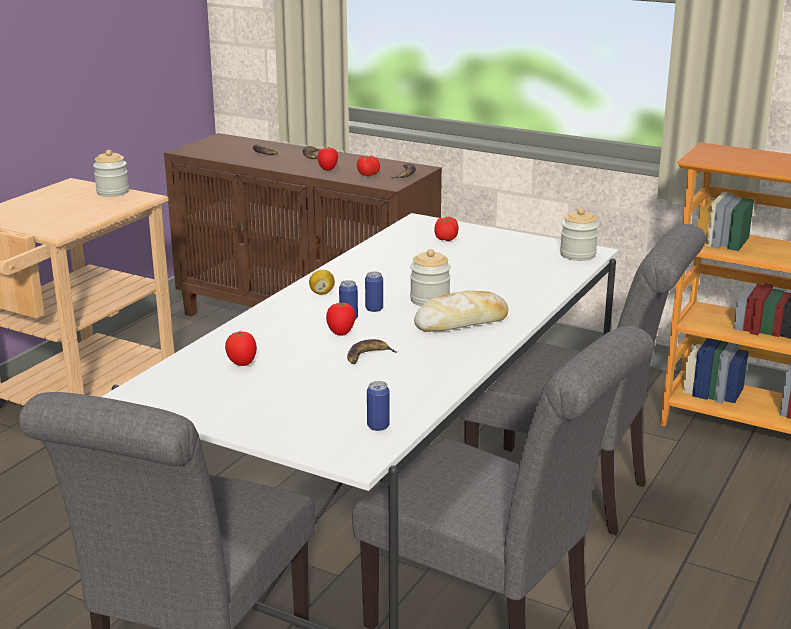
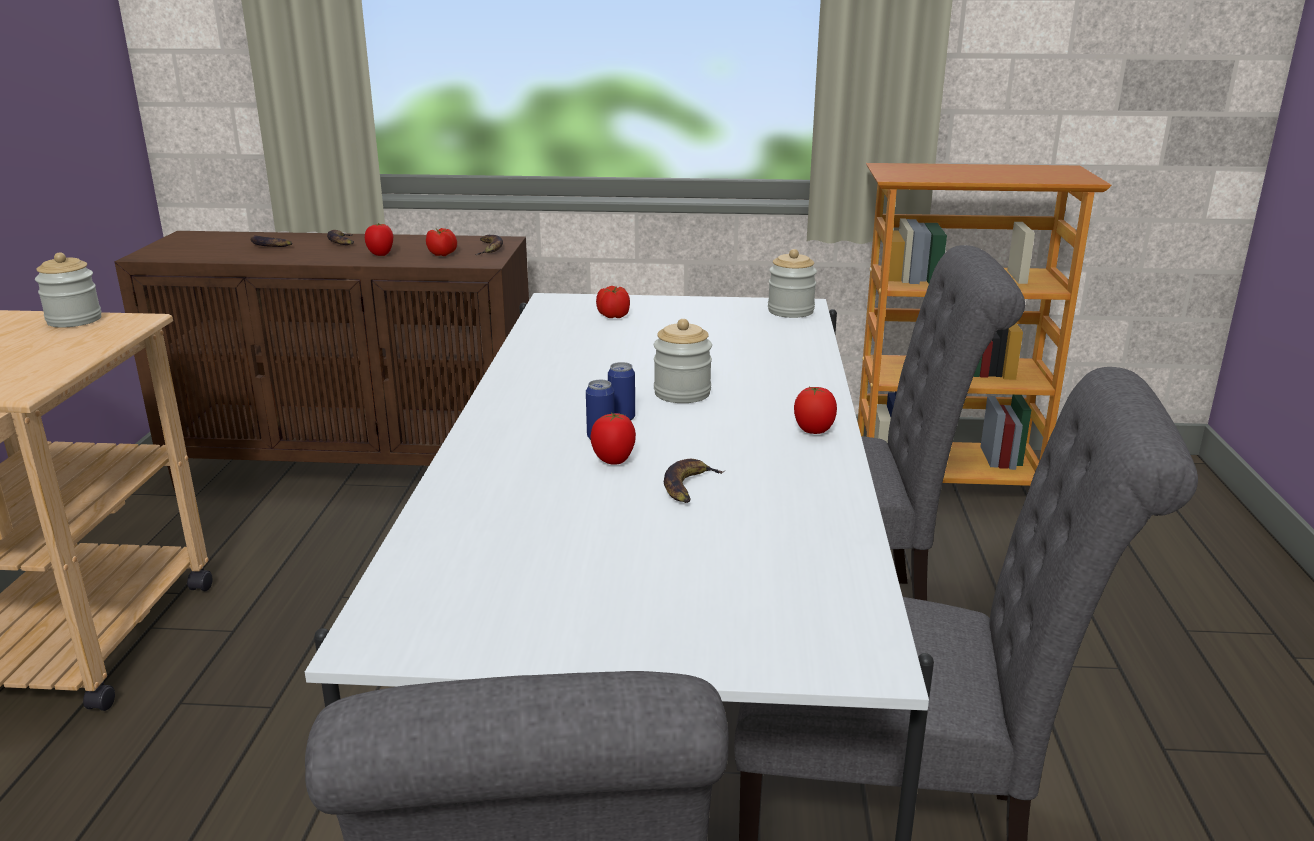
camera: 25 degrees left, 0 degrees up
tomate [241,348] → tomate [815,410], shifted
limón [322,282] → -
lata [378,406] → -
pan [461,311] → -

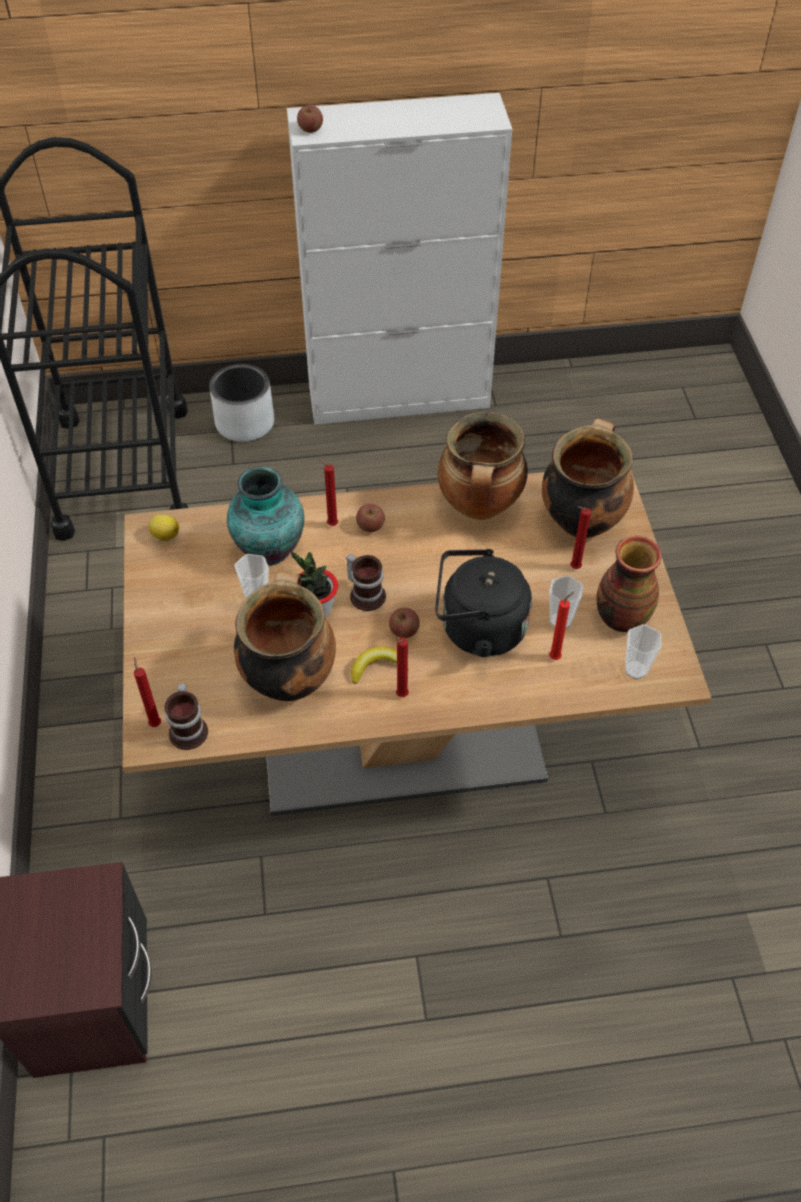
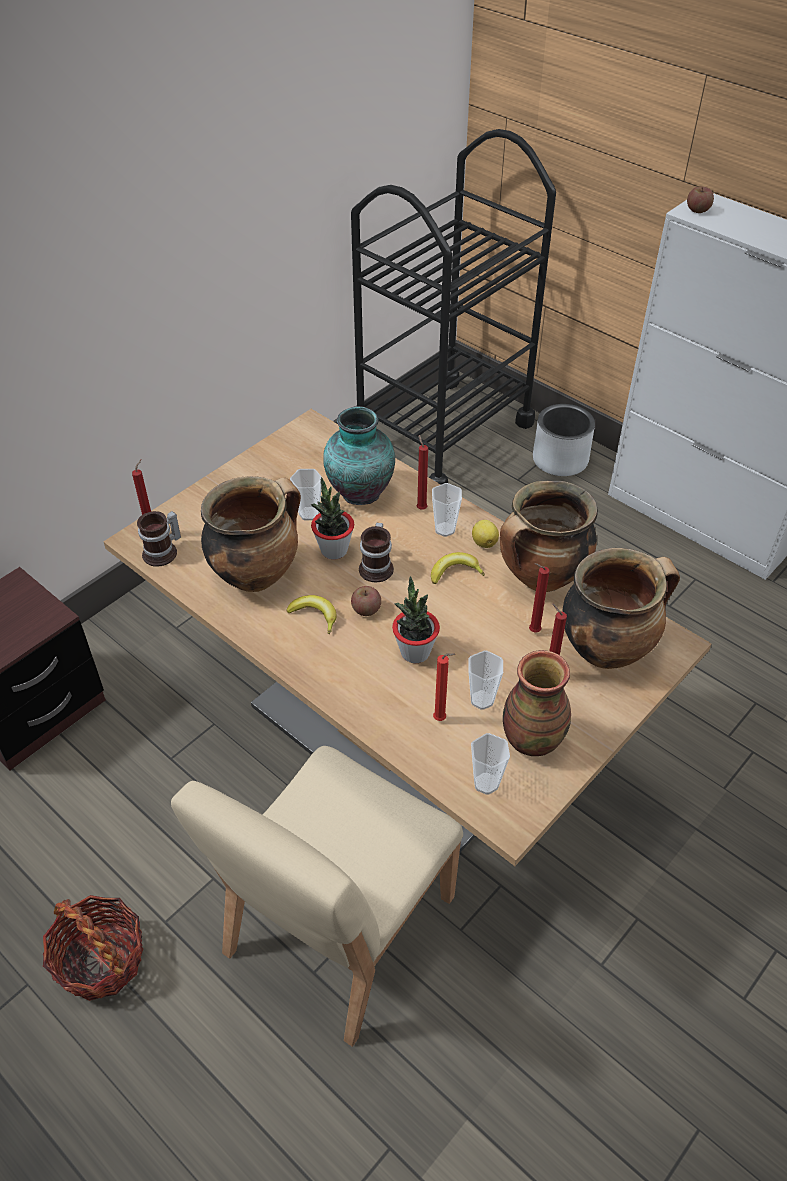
camera: 50 degrees right, 5 degrees down
- → cesta [93,948]
- → silla (beis) [317,896]
hervidor (negro) [483,603] → planta en maceta [416,619]
- → plátano [458,568]
manzana [370,518] → taza [447,510]
limón [163,527] → limón [485,534], shifted
vela (rojo) [402,667] → vela (rojo) [539,598], shifted

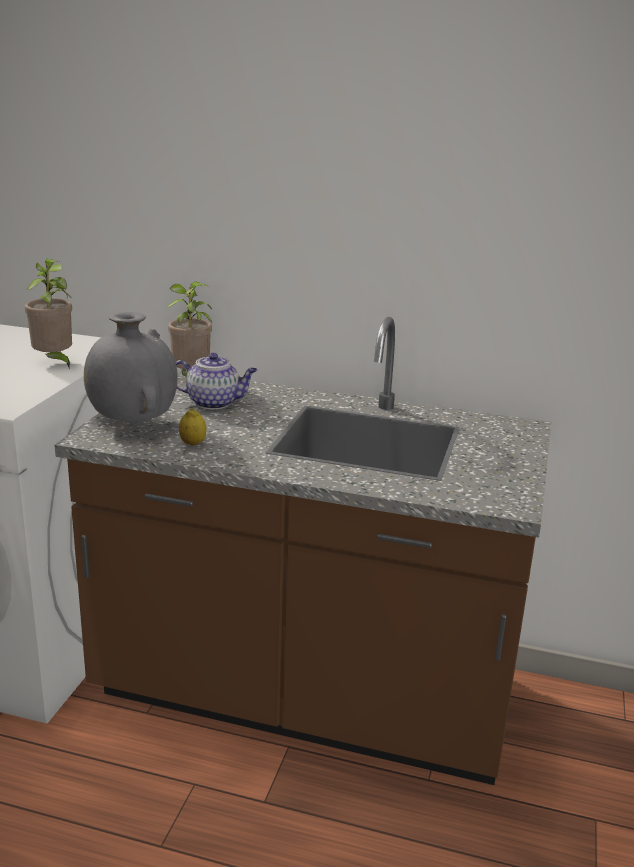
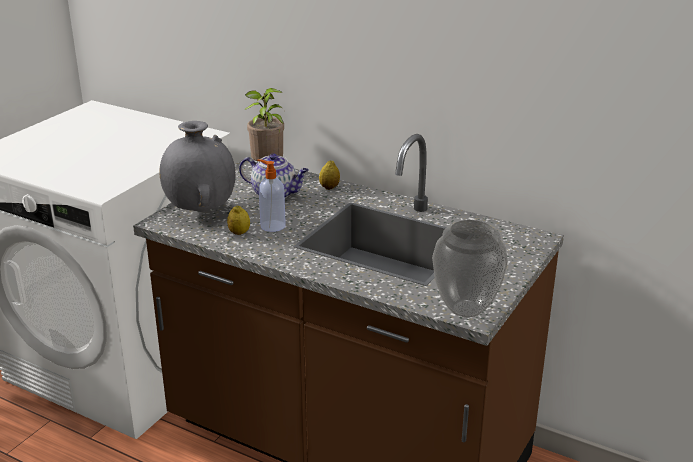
camera: 15 degrees right, 5 degrees up
- → dispensador de jabón [271,195]
- → limón [329,175]
- → florero [470,268]
planta en maceta [48,312] → -

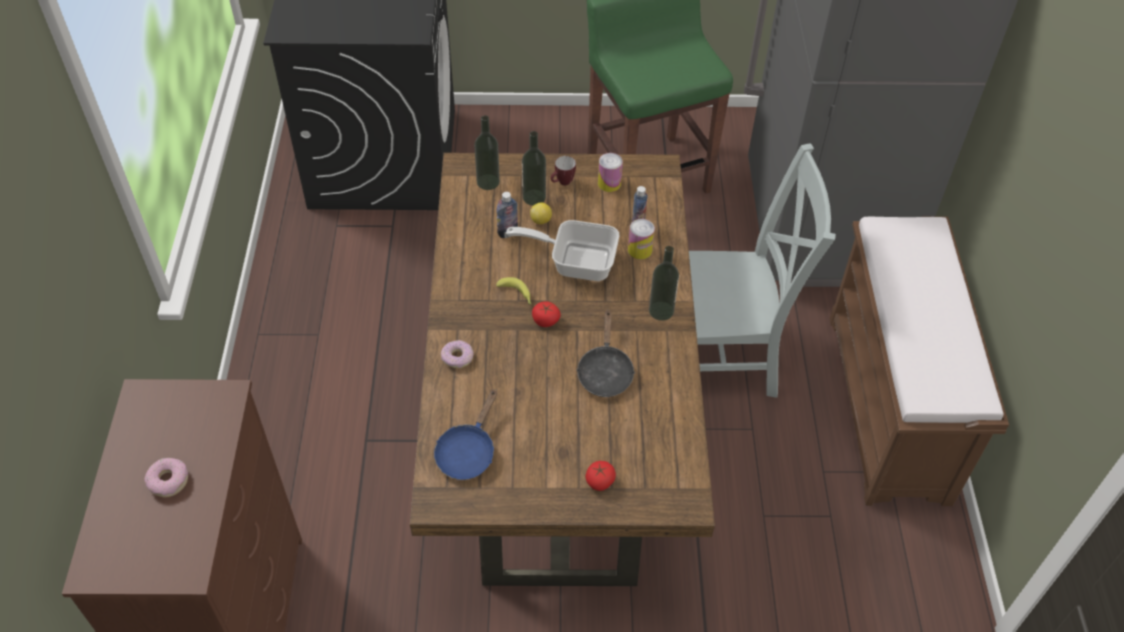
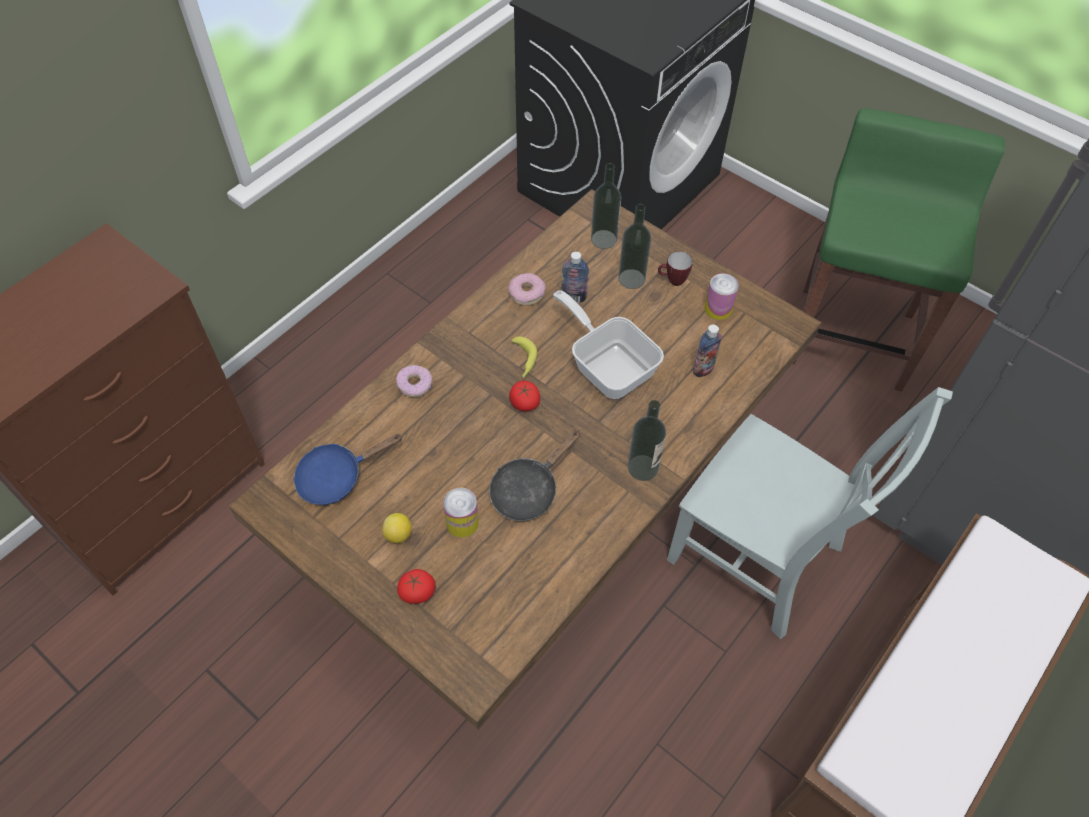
camera: 40 degrees right, 5 degrees up
limón [541,213] → limón [397,528], shifted
lata [641,239] → lata [461,512], shifted
rosquilla [166,478] → rosquilla [527,289], shifted

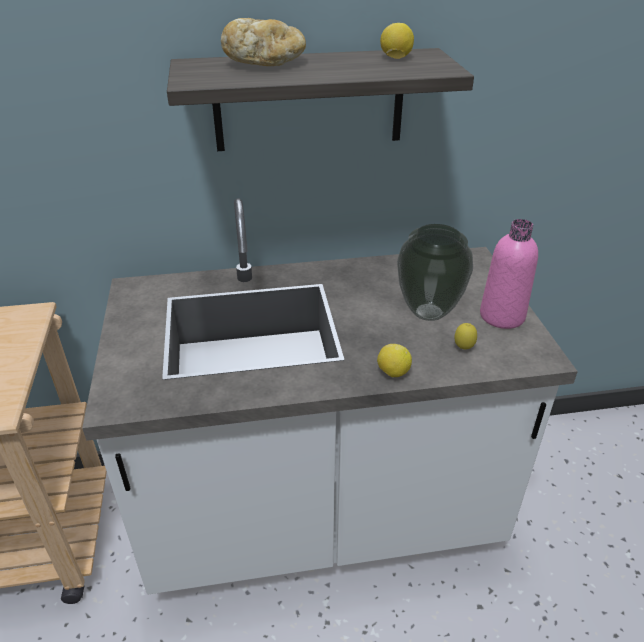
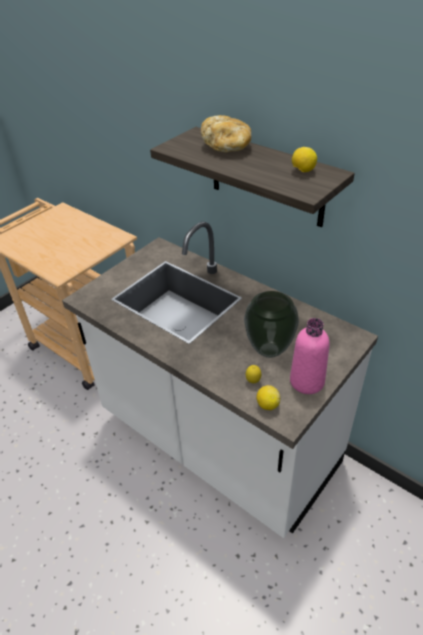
camera: 50 degrees right, 5 degrees up
limón [394,360] → limón [268,397], shifted

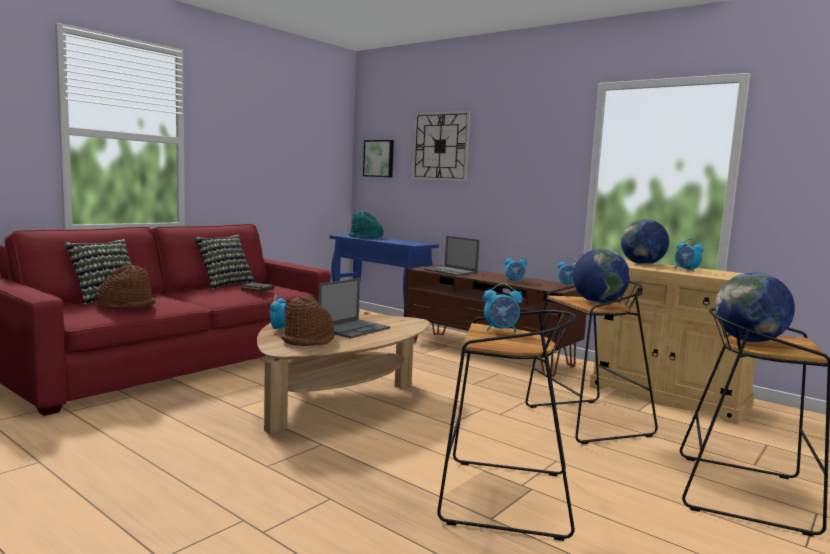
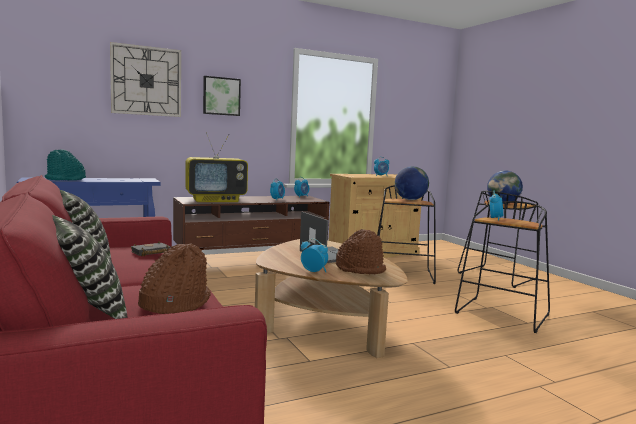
camera: 65 degrees left, 0 degrees up
portátil [451,256] → televisor [216,167]
cuadro [378,159] → cuadro [222,96], shifted
globo terráqueo [645,242] → -

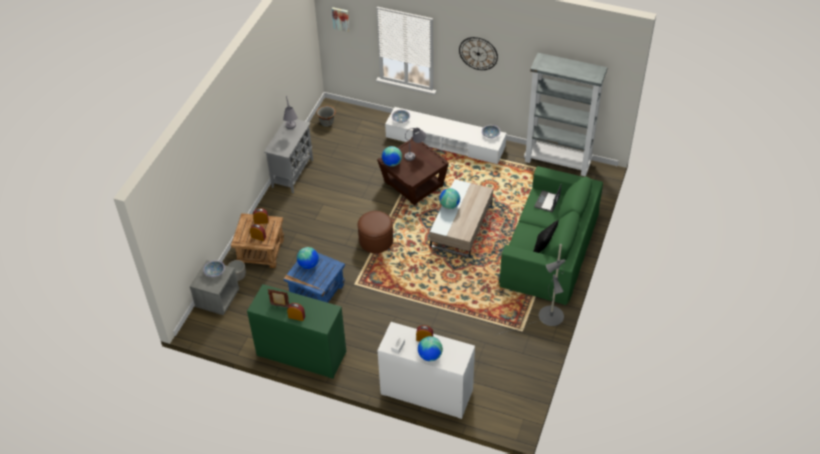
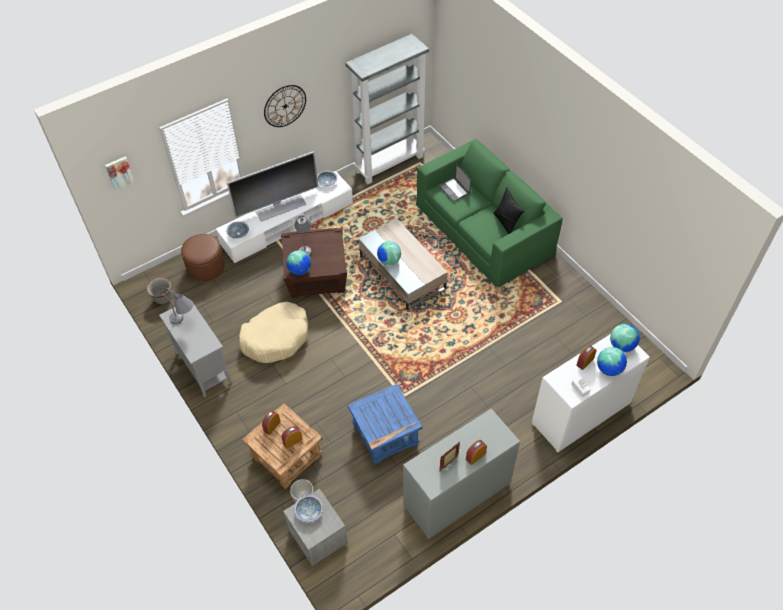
camera: 55 degrees left, 5 degrees up
puf (marrón) [375,232] → puf (marrón) [203,257], shifted
- → televisor [272,186]
- → cama para perro (beis) [273,332]
cómoda (verde) [296,331] → cómoda (gris) [461,473]
globo terráqueo [308,258] → globo terráqueo [625,338], shifted
lámpara de pie (gris) [530,289] → -

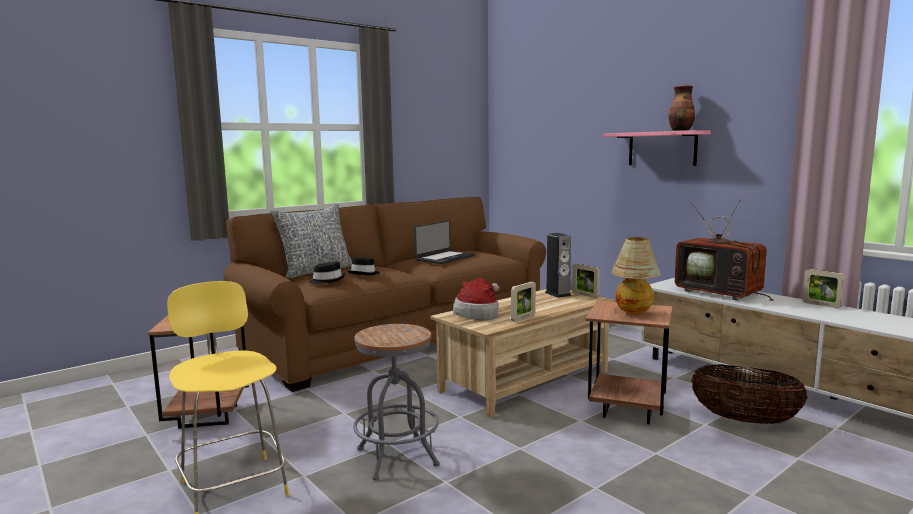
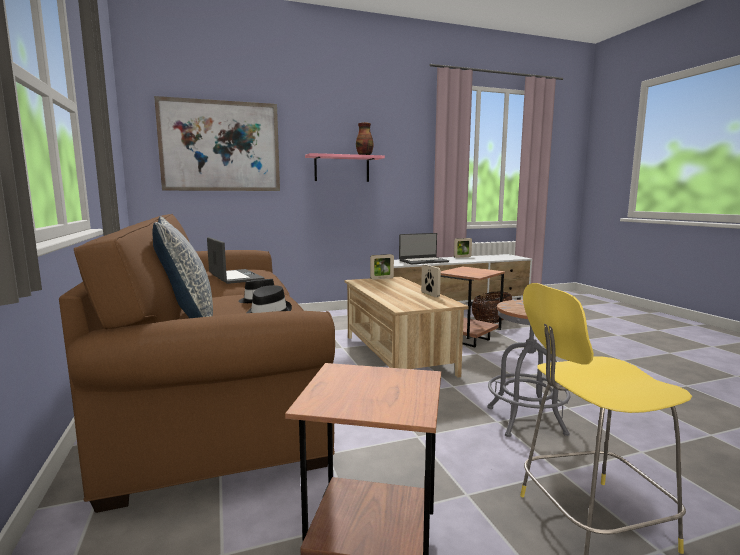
camera: 70 degrees left, 0 degrees up
- → cuadro [217,143]
televisor [724,249] → portátil [424,248]
sombrero [476,299] → -
altavoz [558,265] → -
lámpara de mesa [636,276] → -

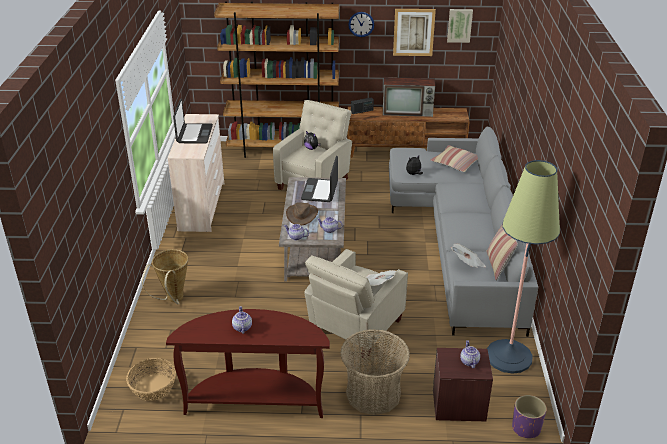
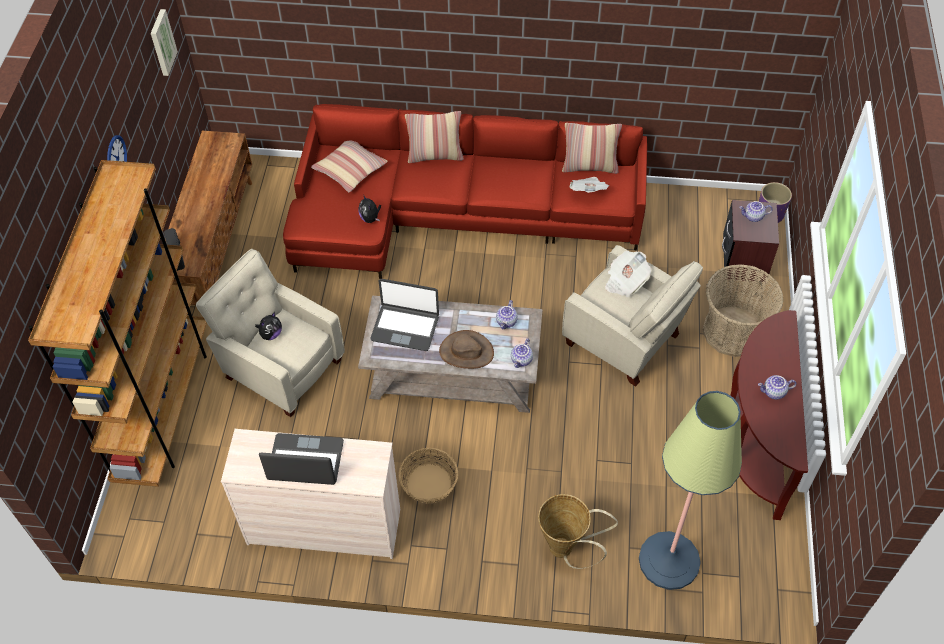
camera: 85 degrees left, 20 degrees up
sofá (gris) [463,232] → sofá (rojo) [465,191]
cesta [151,379] → cesta [428,476], shifted
- → cojín [434,137]
lámpara de pie [523,267] → lámpara de pie [690,490], shifted
televisor [409,97] → -
cuadro [414,32] → -

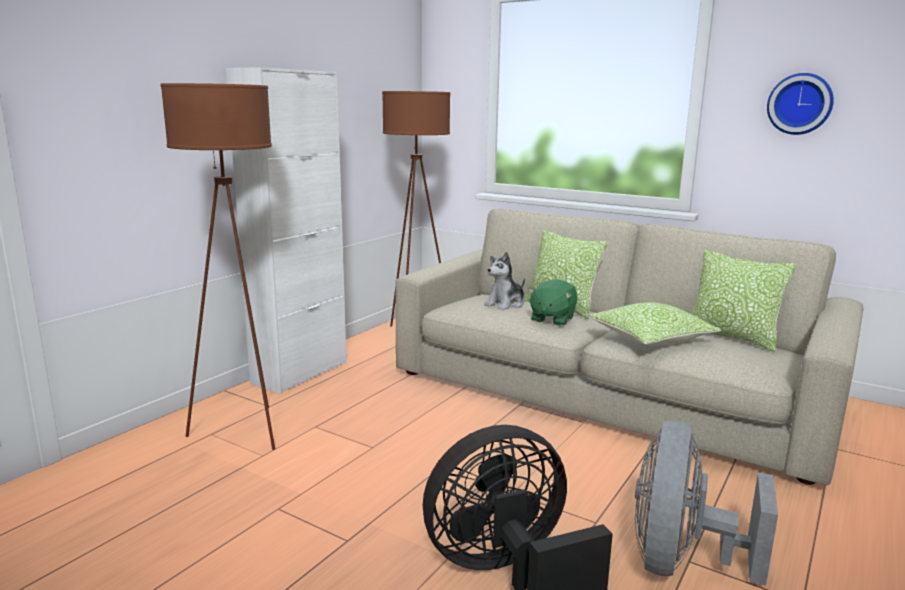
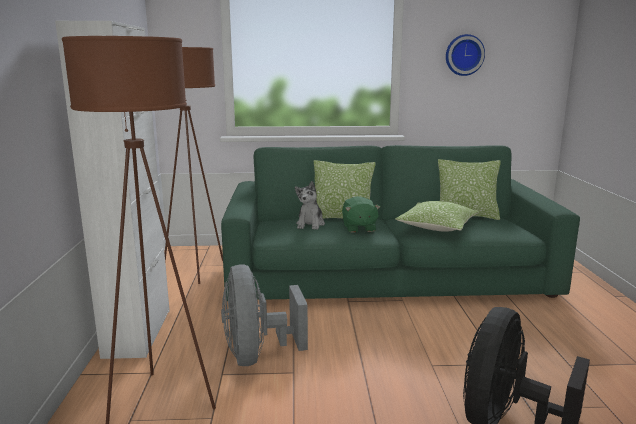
camera: 35 degrees left, 0 degrees up
sofá (beis) [629,347] → sofá (verde) [400,223]
ventilador (gris) [706,502] → ventilador (gris) [264,315], shifted

